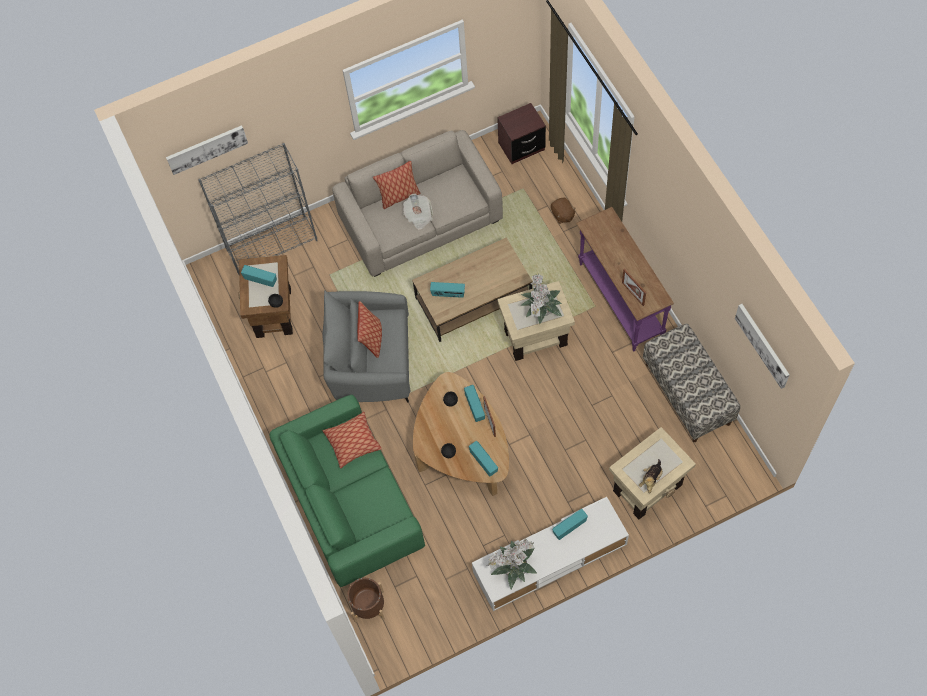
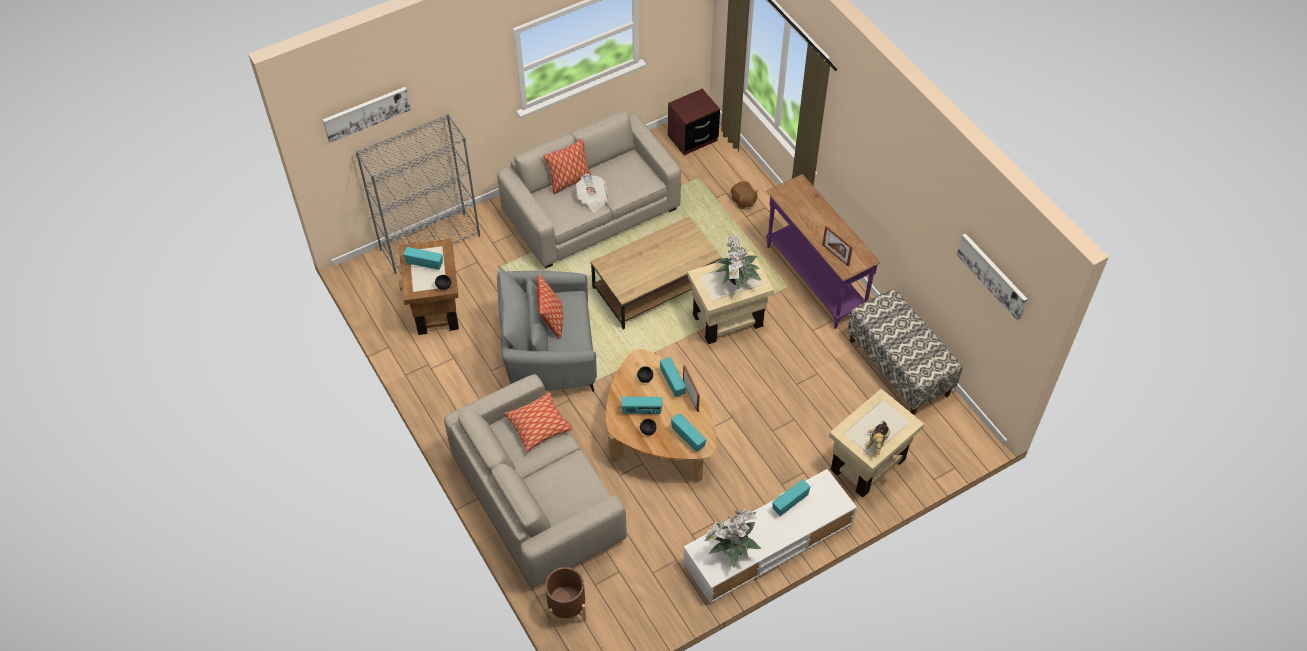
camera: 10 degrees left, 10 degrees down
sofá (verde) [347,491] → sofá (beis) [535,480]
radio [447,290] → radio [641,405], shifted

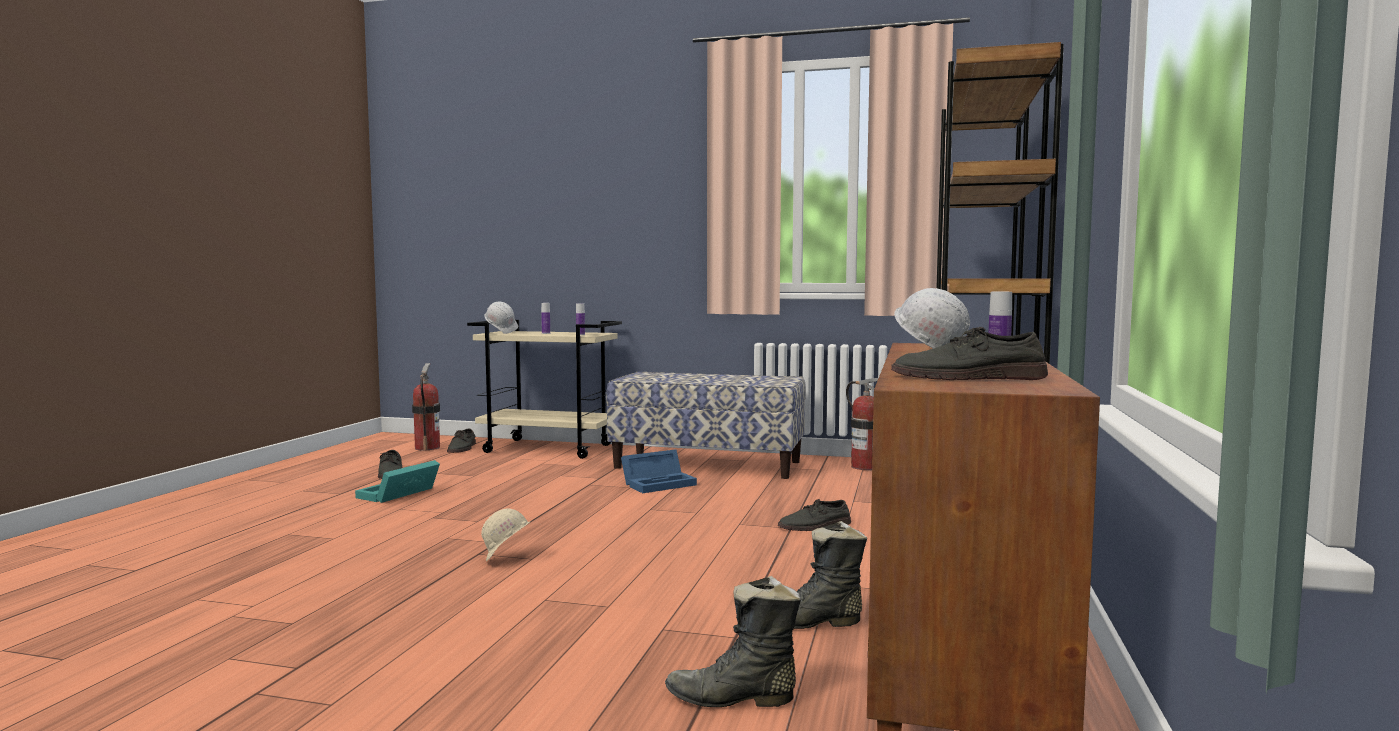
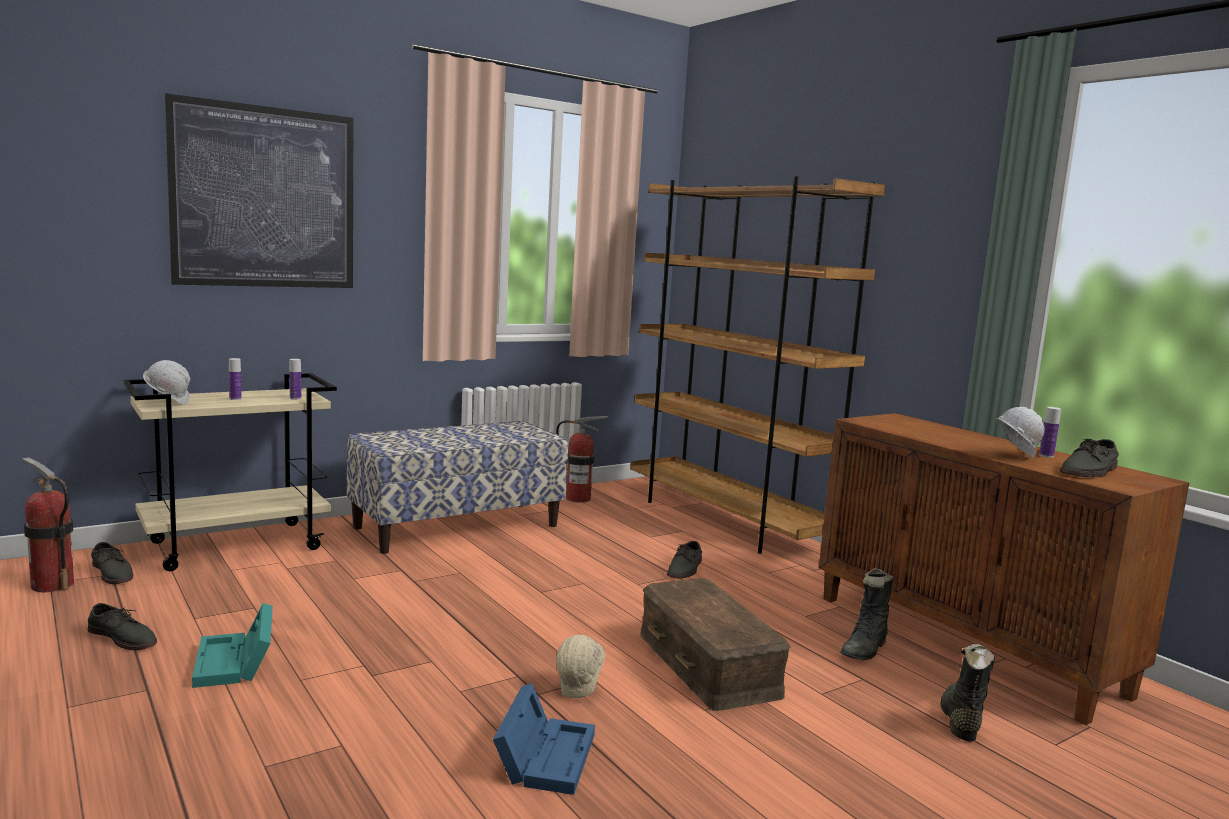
camera: 50 degrees left, 5 degrees up
- → cuadro [258,190]
caja de almacenaje (azul) [659,471] → caja de almacenaje (azul) [544,739], shifted
- → caja de almacenaje (marrón) [715,644]
bota (negro) [733,641] → bota (negro) [968,693], 150 degrees clockwise

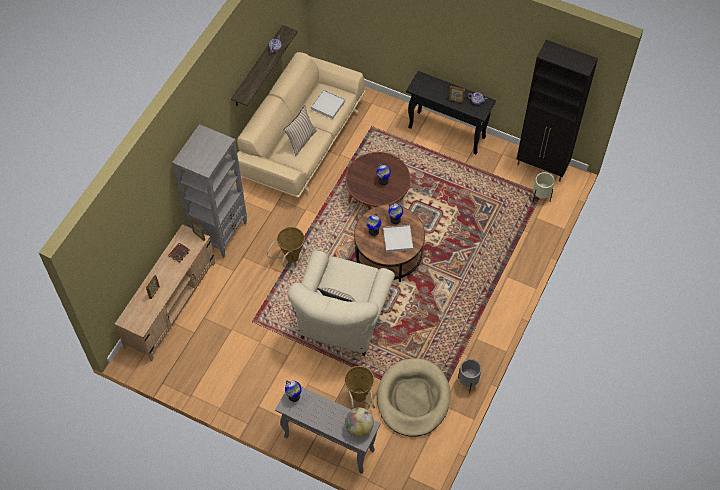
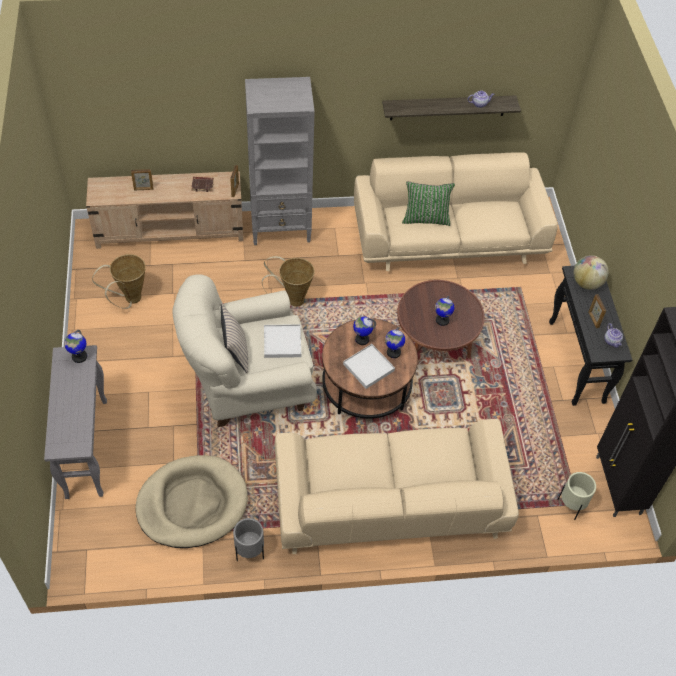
camera: 55 degrees right, 5 degrees down
cesta [359,388] → cesta [119,281], shifted
bandeja (blanco) [328,104] → bandeja (blanco) [282,341], shifted
- → sofá (beis) [396,486]
cojín (beis) [300,130] → cojín (verde) [428,204]
globo terráqueo [359,422] → globo terráqueo [591,272], shifted

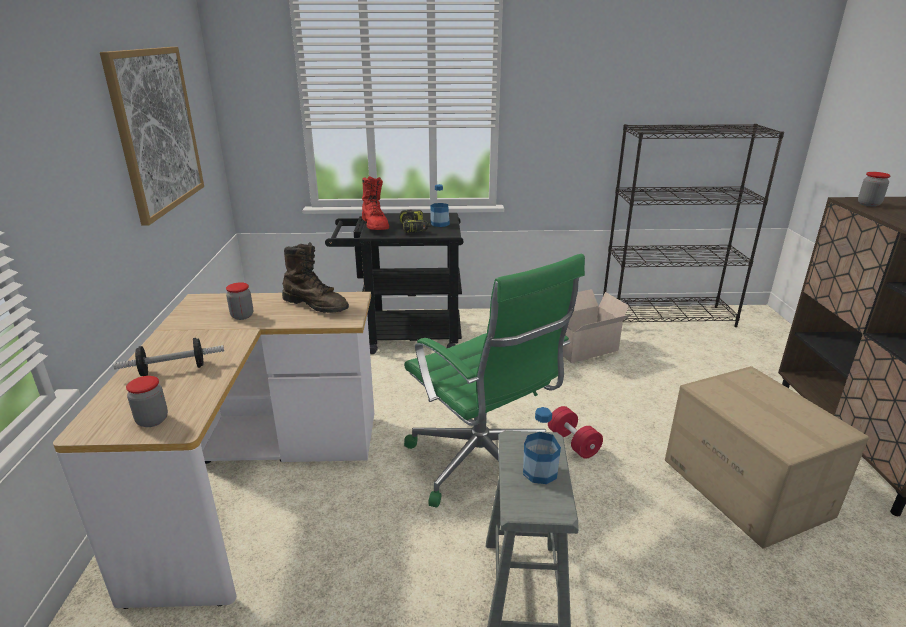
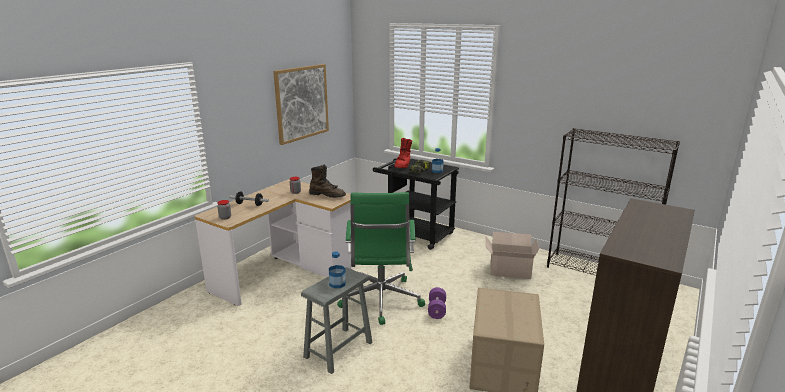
camera: 35 degrees right, 5 degrees down
bota (marrón) [315,277] → bota (marrón) [327,181], 45 degrees counterclockwise
mancuerna (rojo) [575,432] → mancuerna (morado) [437,303]
tarro [874,189] → -

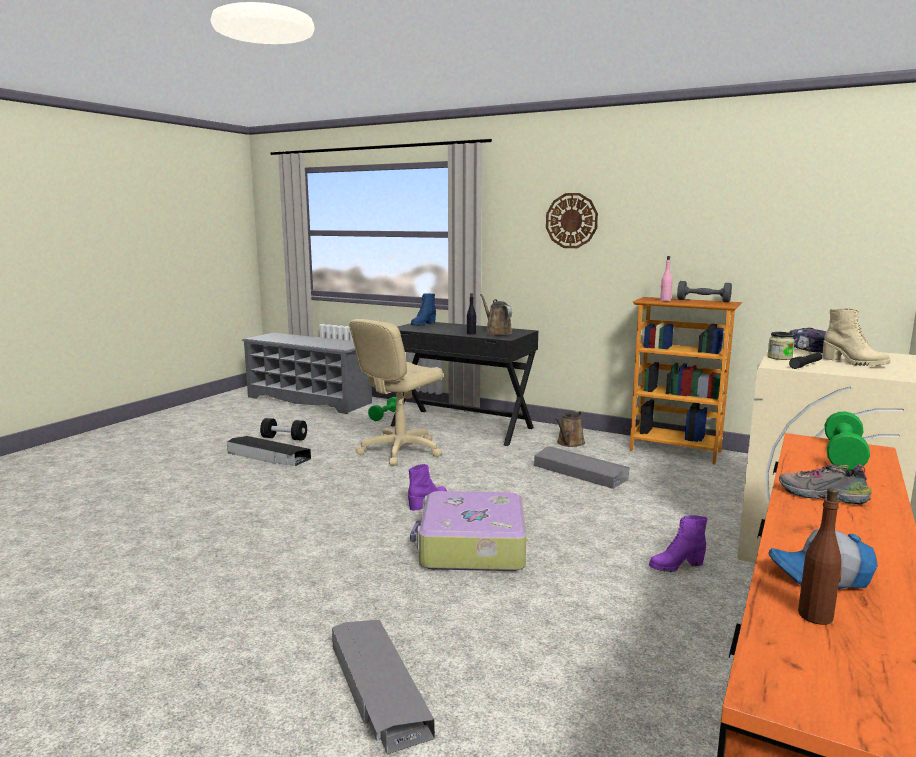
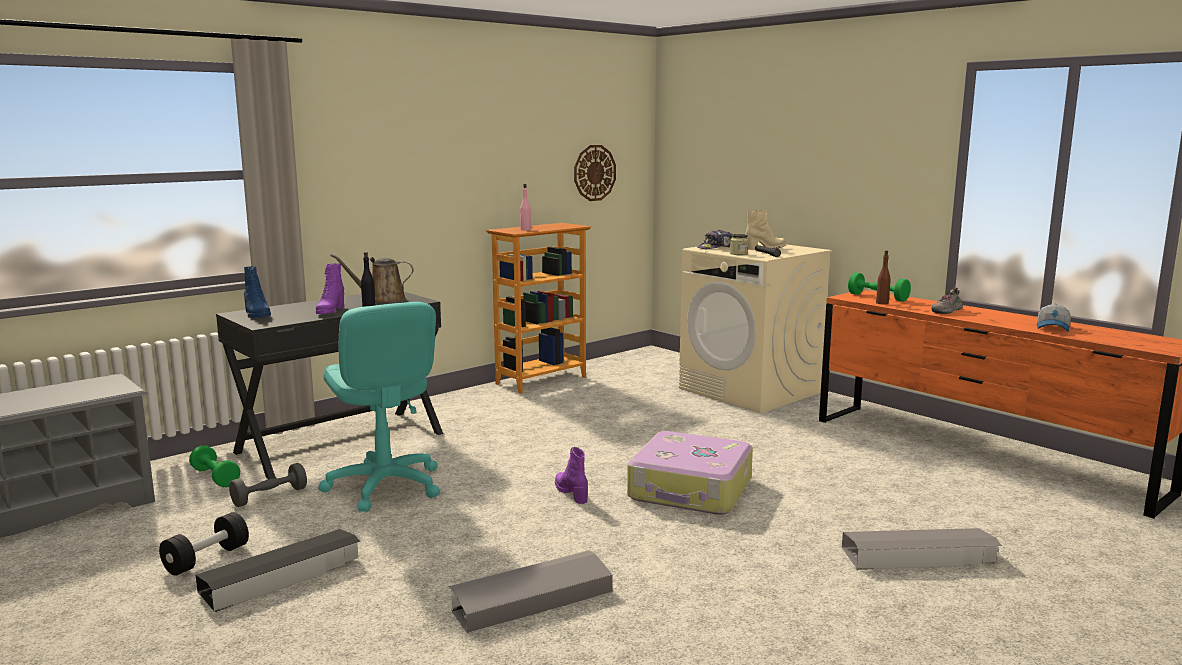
camera: 70 degrees left, 0 degrees up
mancuerna (gris) [704,291] → mancuerna (gris) [268,485], shifted
bota (morado) [678,543] → bota (morado) [330,288], shifted
silla de oficina (beis) [396,392] → silla de oficina (turquesa) [379,407]
caja de almacenaje (gris) [581,467] → caja de almacenaje (gris) [530,591], shifted
reloj de pared [572,220] → reloj de pared [595,173], shifted
botella (marrón) [820,556] → botella (marrón) [883,277], shifted
regadera (marrón) [570,429] → -

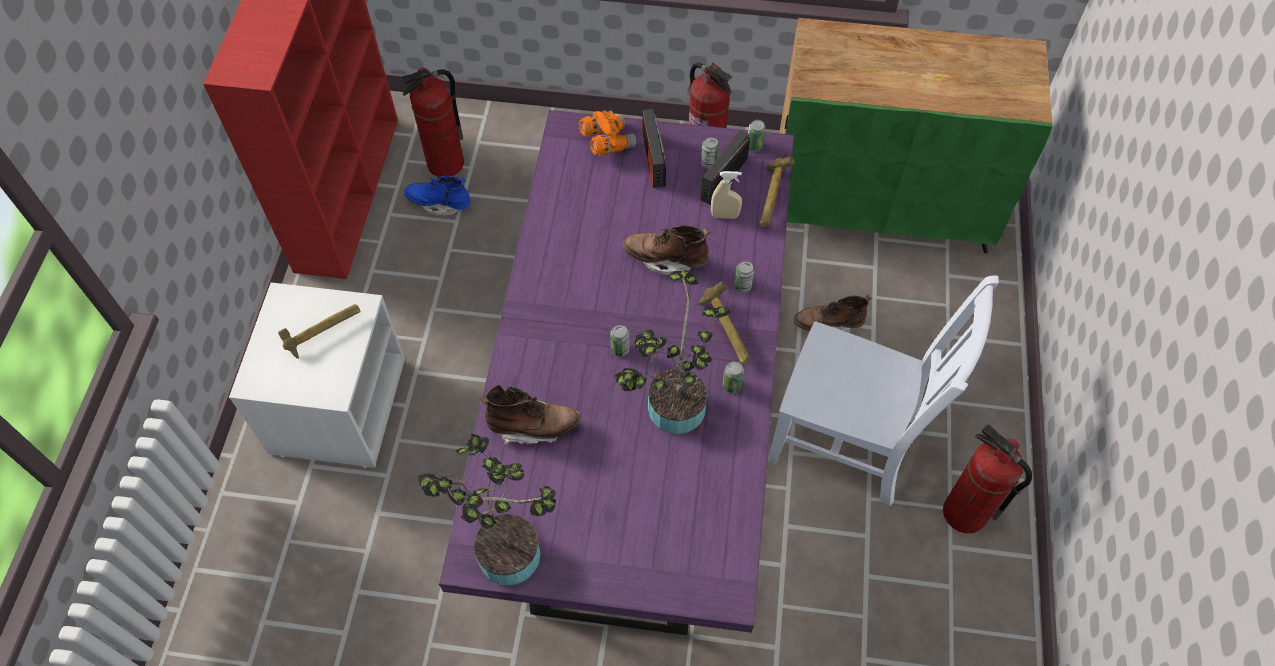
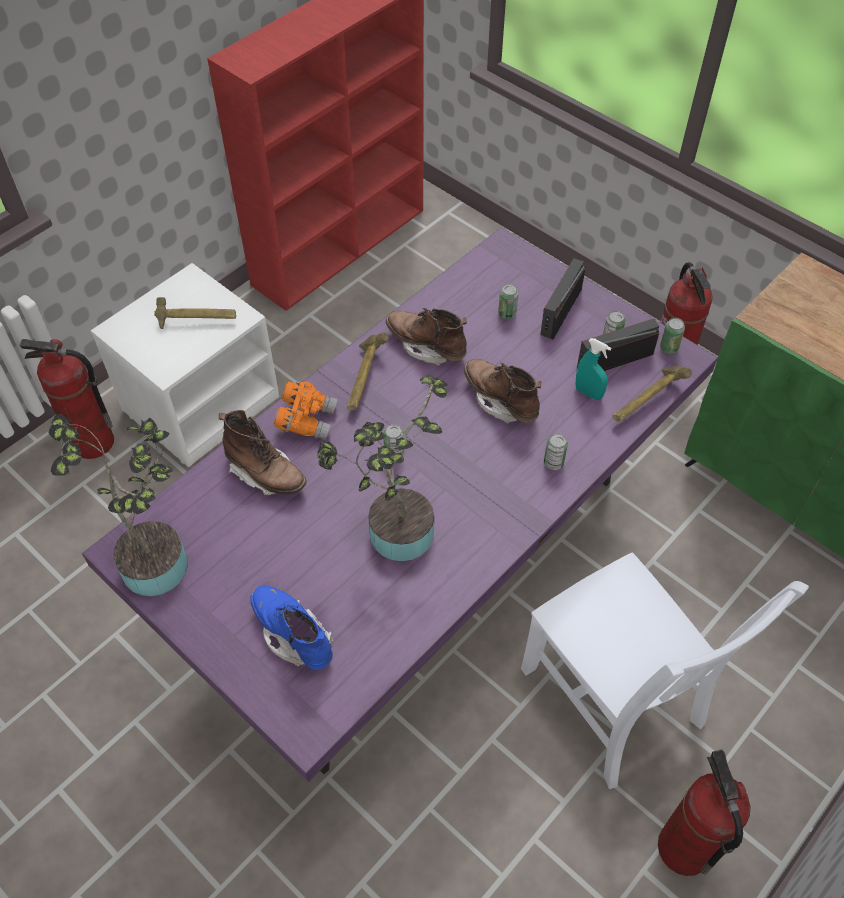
camera: 35 degrees right, 5 degrees down
extintor [432,122] → extintor [67,399], shifted
bota (azul) [437,196] → bota (azul) [291,628], shifted
prismáticos (naranja) [608,132] → prismáticos (naranja) [306,411], shifted
martillo [724,322] → martillo [368,371], shifted
bota (marrón) [833,314] → bota (marrón) [426,337], shifted
lata [733,377] → lata [508,301], shifted
pulverizador (beis) [726,195] → pulverizador (turquesa) [593,369]

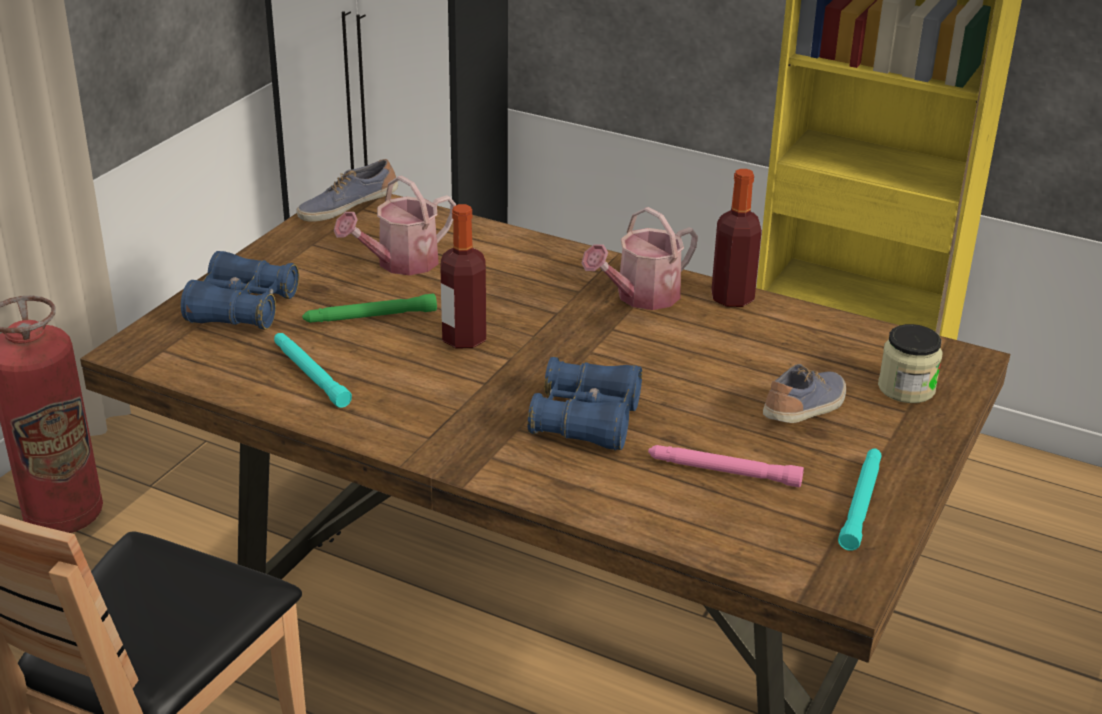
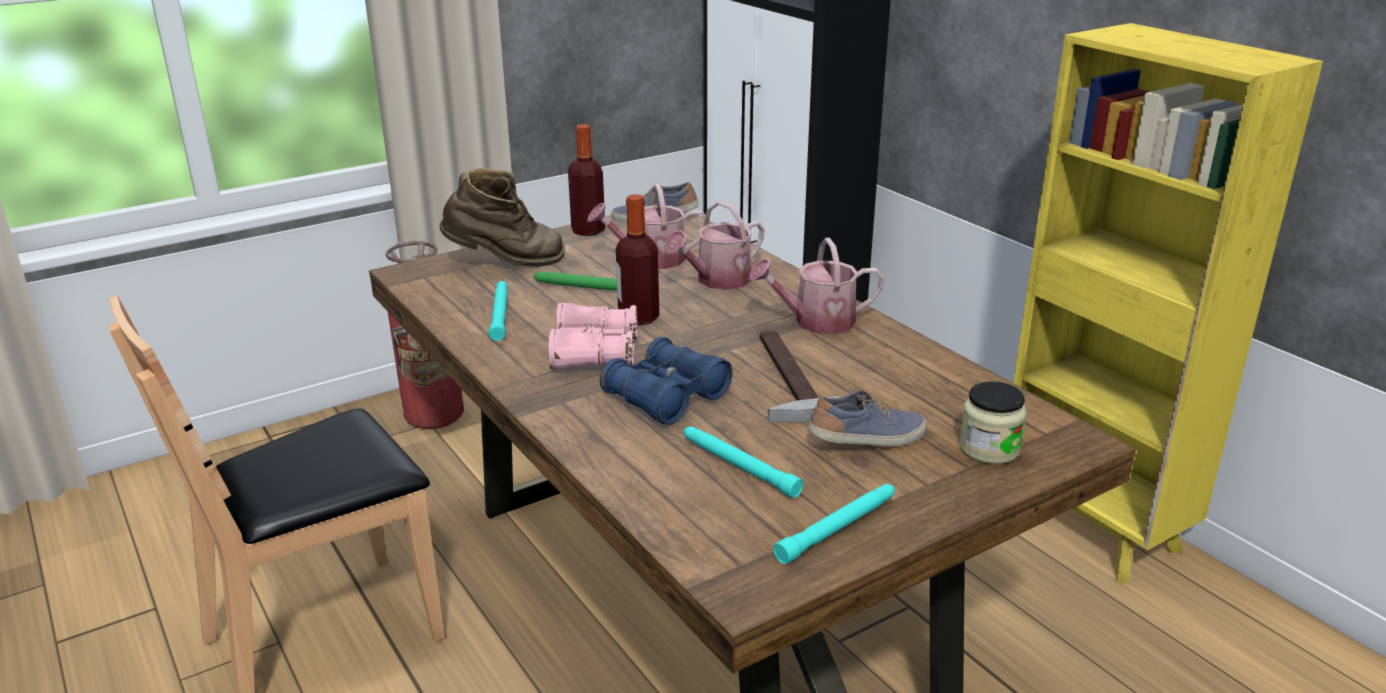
camera: 30 degrees right, 5 degrees down
prismáticos (azul) [240,290] → bota (marrón) [502,217]
- → prismáticos (rosa) [593,336]
botella [736,238] → botella [586,180], shifted
- → regadera [714,245]
linterna (rosa) [726,466] → linterna (turquesa) [743,462]
- → martillo [800,377]

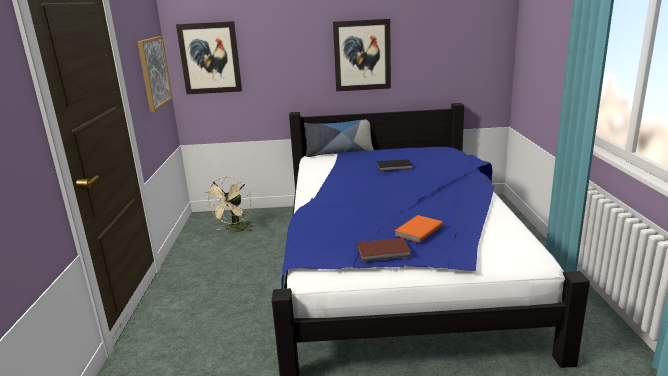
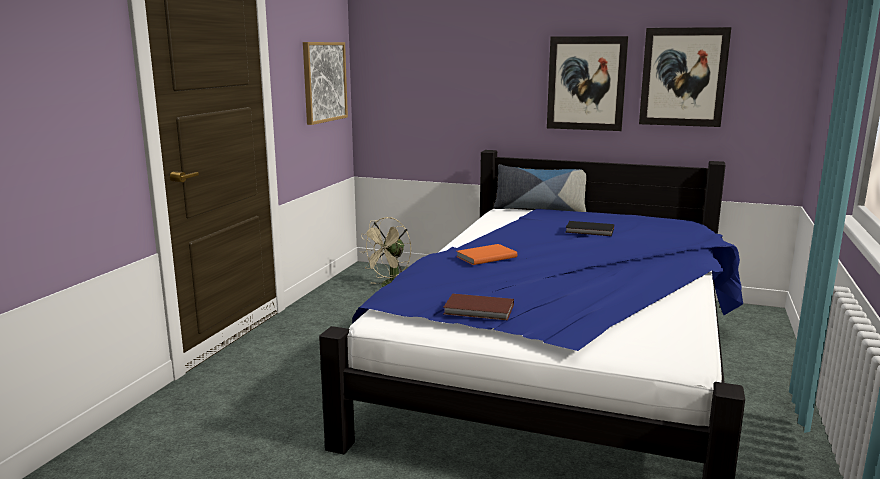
camera: 20 degrees right, 5 degrees down
libro (naranja) [418,229] → libro (naranja) [486,254], shifted
cuadro [209,57] → cuadro [685,77], shifted

